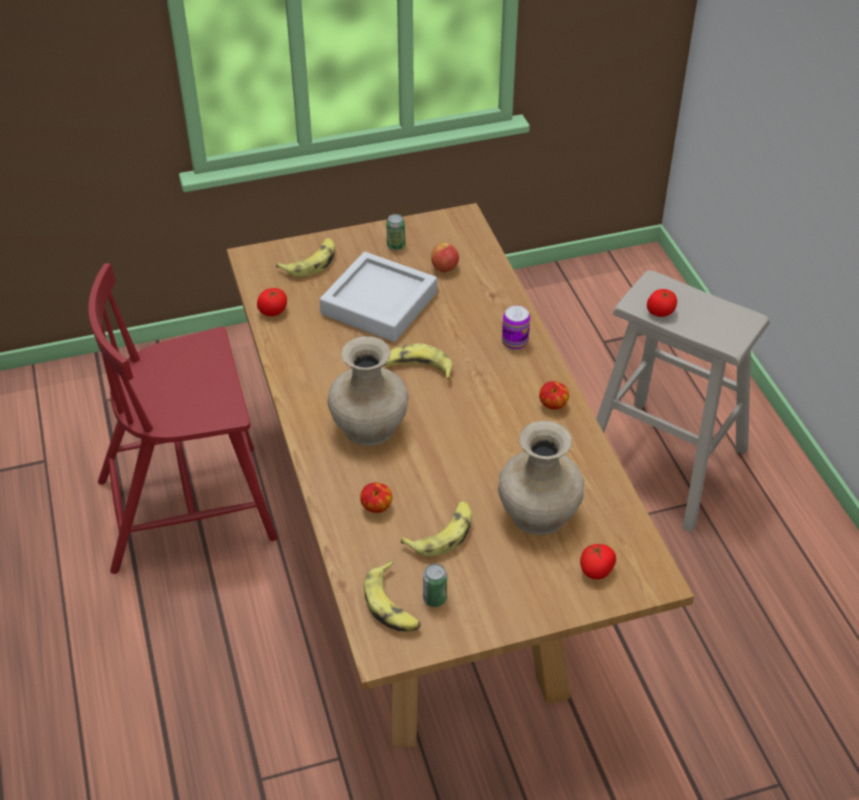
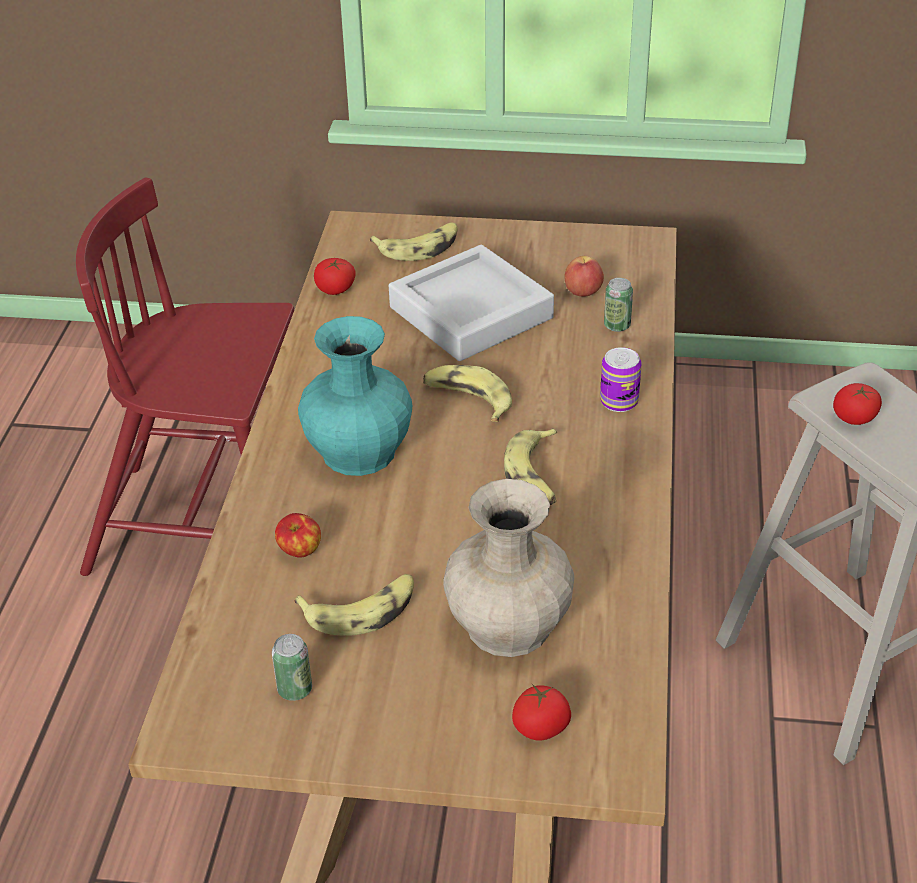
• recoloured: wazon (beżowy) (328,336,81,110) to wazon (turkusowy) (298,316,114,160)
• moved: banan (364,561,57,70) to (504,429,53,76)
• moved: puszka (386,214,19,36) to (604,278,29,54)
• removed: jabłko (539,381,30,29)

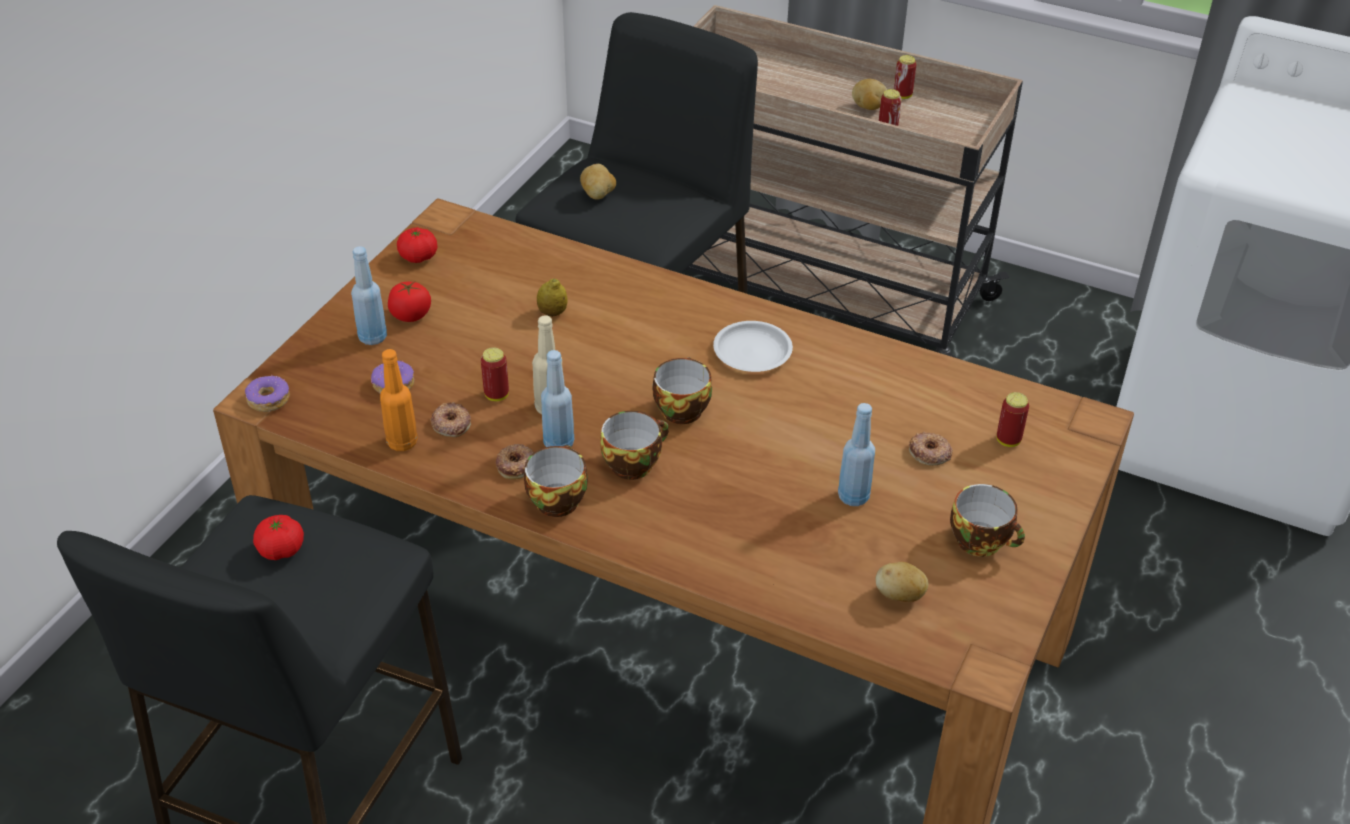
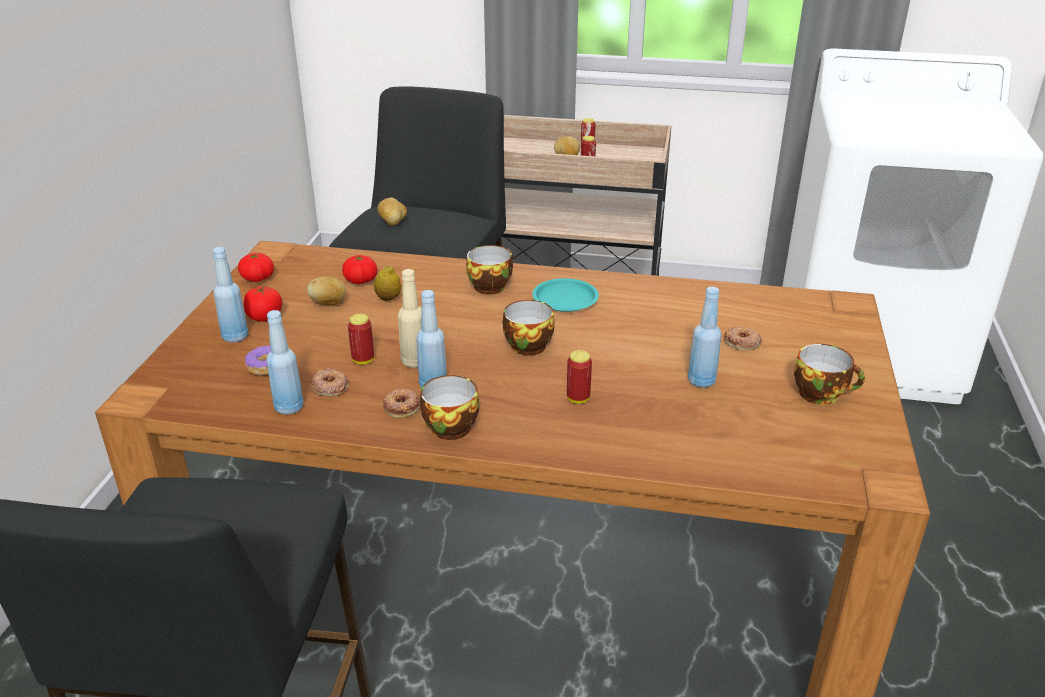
• recoloured: butelka (pomarańczowy) (380,349,38,102) to butelka (niebieski) (266,310,37,105)
• moved: ziemniak (876,562,52,40) to (307,277,39,28)
• moved: pomidor (253,515,51,45) to (342,255,35,29)
• moved: filiżanka (600,411,69,69) to (466,245,47,50)
• recoloured: talerz (biały) (713,321,80,51) to talerz (turkusowy) (532,278,67,34)
• moved: puszka (997,392,32,55) to (567,350,25,54)
• removed: donut (245,374,45,38)

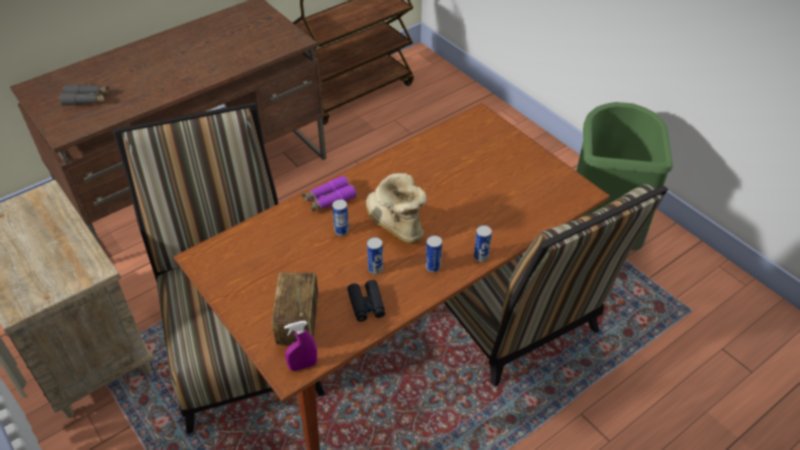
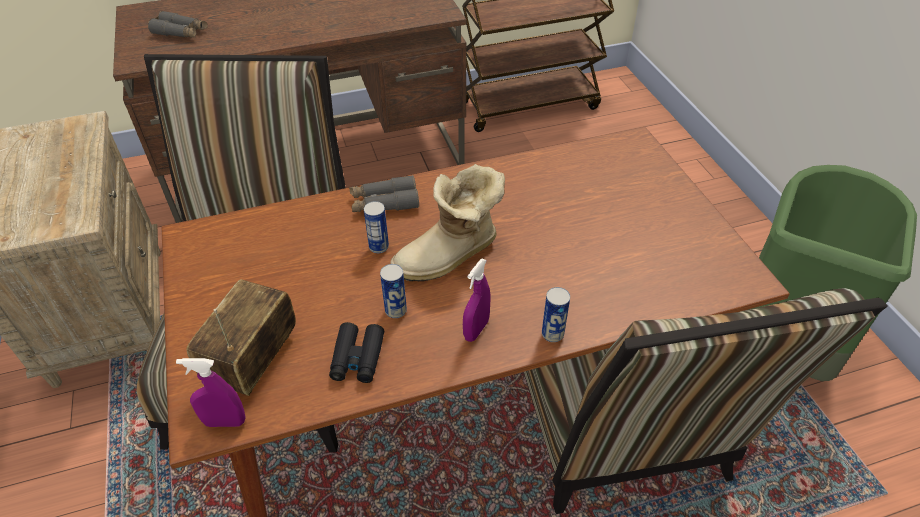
• recoloured: lornetka (fioletowy) (302,175,55,37) to lornetka (szary) (349,175,70,37)
• turned: but z cholewką (366,173,61,70) = (390,164,115,117) 105 degrees counterclockwise
• replaced: puszka (426,235,16,38) to spryskiwacz (fioletowy) (463,259,28,83)

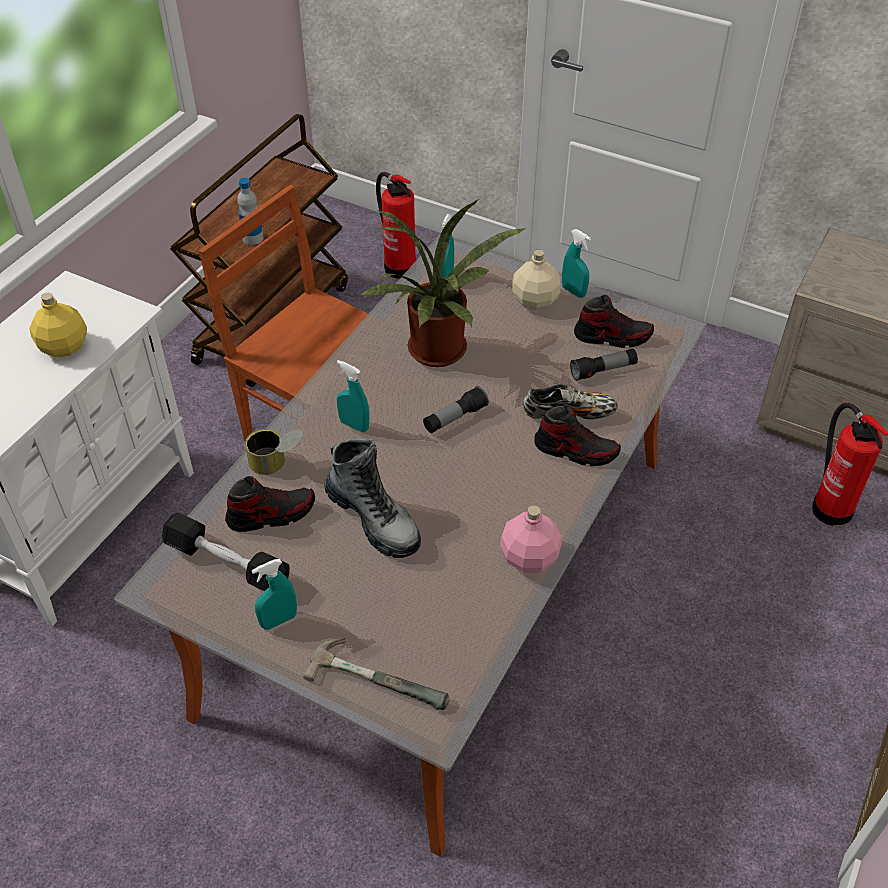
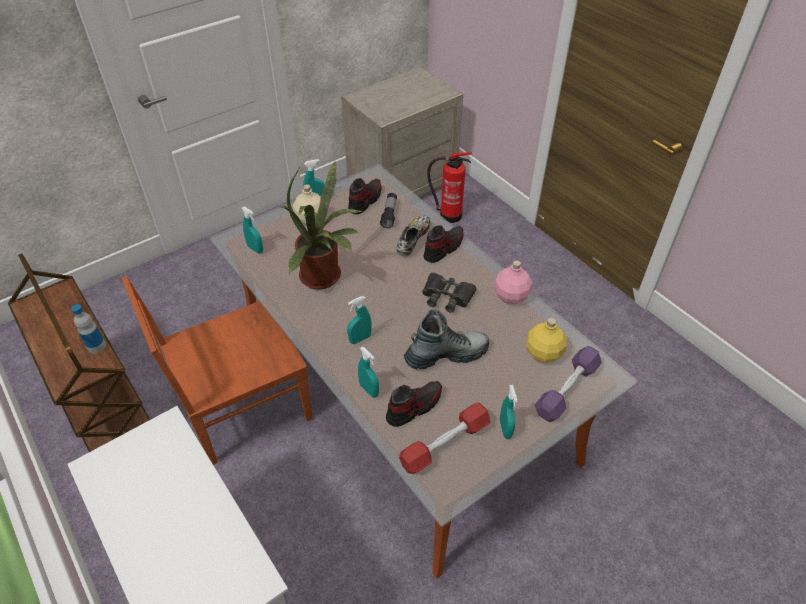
• replaced: puszka (245,429,59,46) to spryskiwacz (turkusowy) (358,347,21,50)
• turned: but (225,476,90,56) = (386,381,56,46) 45 degrees clockwise
• recoloured: hantel (czarny) (162,512,128,79) to hantel (czerwony) (399,402,91,72)
• added: lornetka (czarny) (422,273,54,40)
• moved: butelka (żółty) (29,292,58,65) to (526,318,40,45)
• replaced: młotek (303,638,146,72) to hantel (fioletowy) (535,346,67,76)
• removed: gaśnica (376,172,40,107)
• removed: latarka (423,386,66,47)

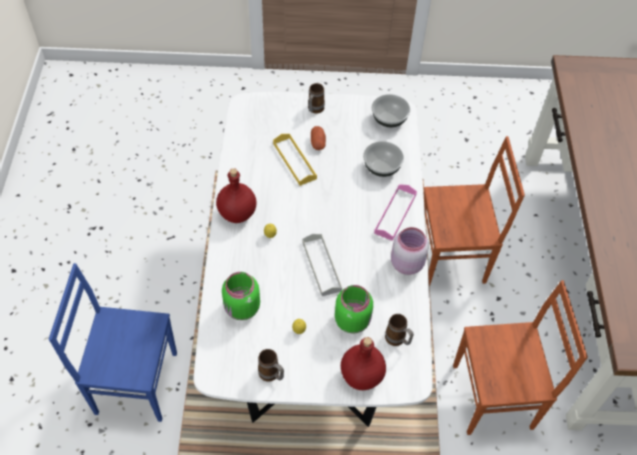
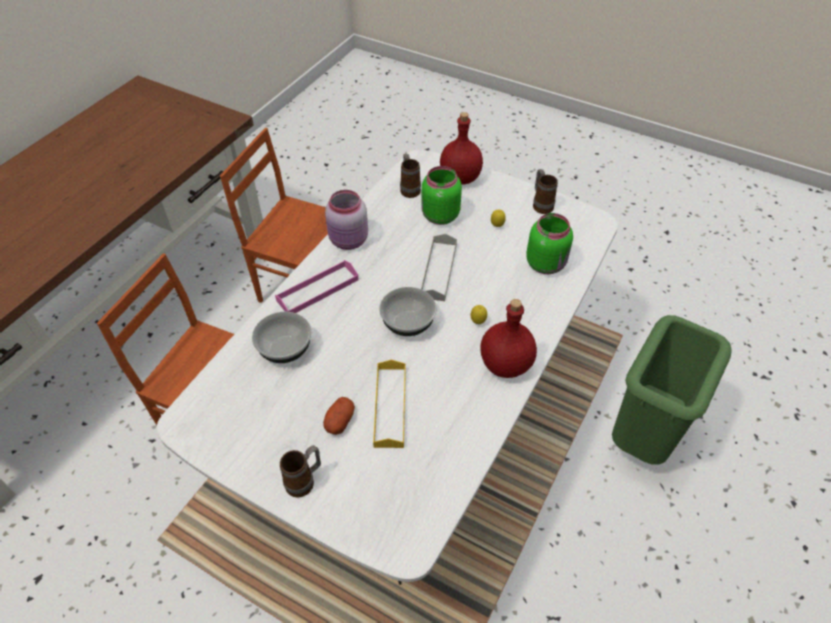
• moved: miska (372,94,38,33) to (379,287,57,49)
• replaced: krzesło (niebieski) (49,263,128,159) to kosz na śmieci (zielony) (612,315,120,150)

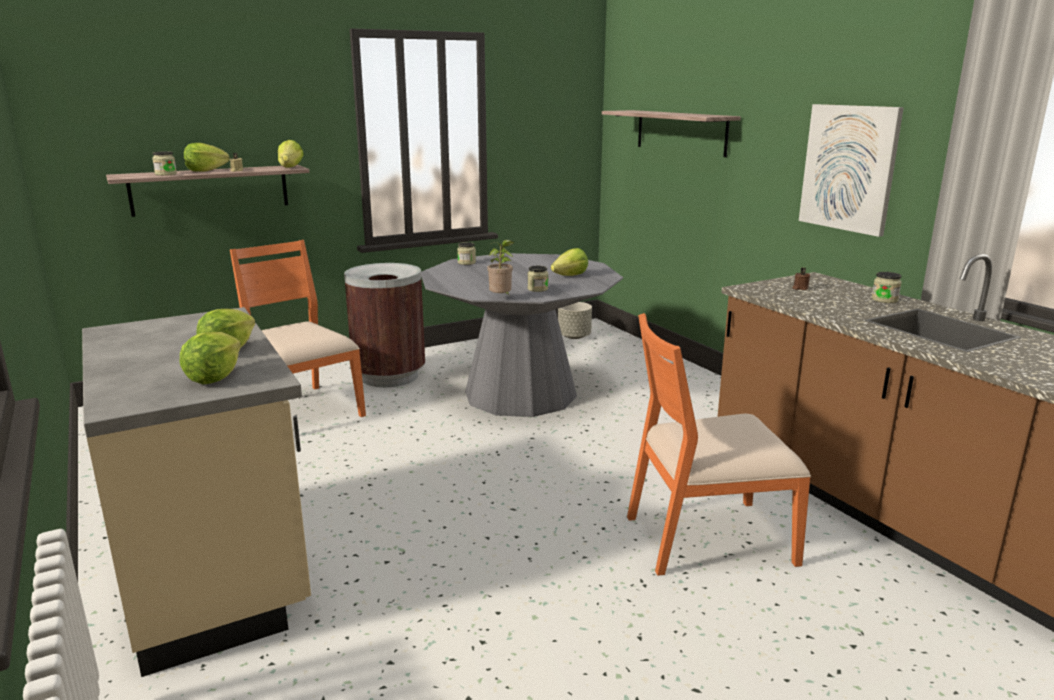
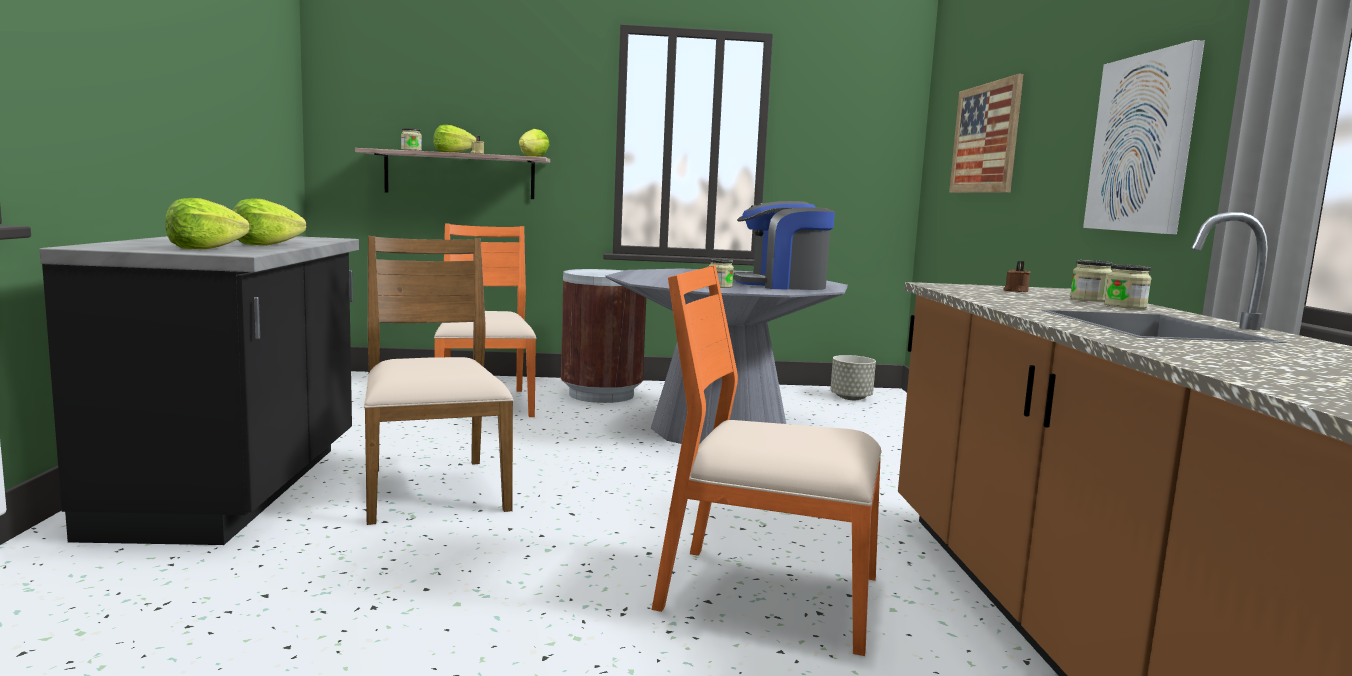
• recoloured: zabudowa kuchenna (beżowy) (82,307,229,370) to zabudowa kuchenna (czarny) (39,236,320,309)
• added: krzesło (brązowy) (364,236,150,289)
• replaced: sałata (551,248,37,28) to ekspres do kawy (733,201,102,89)
• replaced: półka (602,110,139,47) to obraz (949,74,75,119)
• moved: słoik (457,242,19,23) to (1070,260,43,42)
• removed: roślina doniczkowa (487,240,28,54)

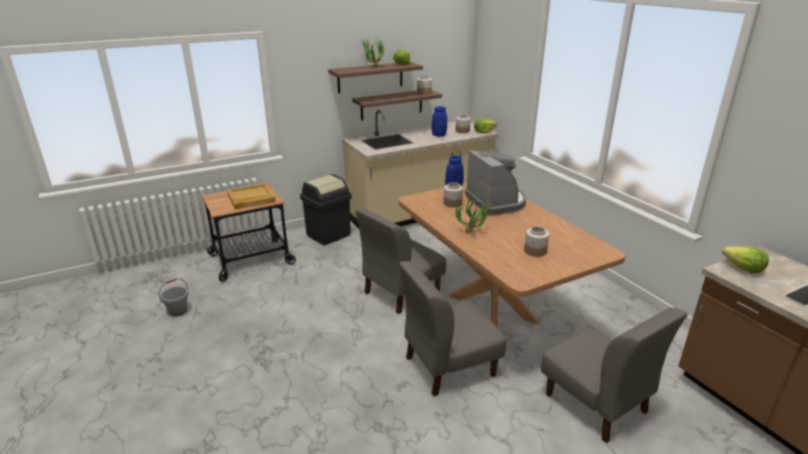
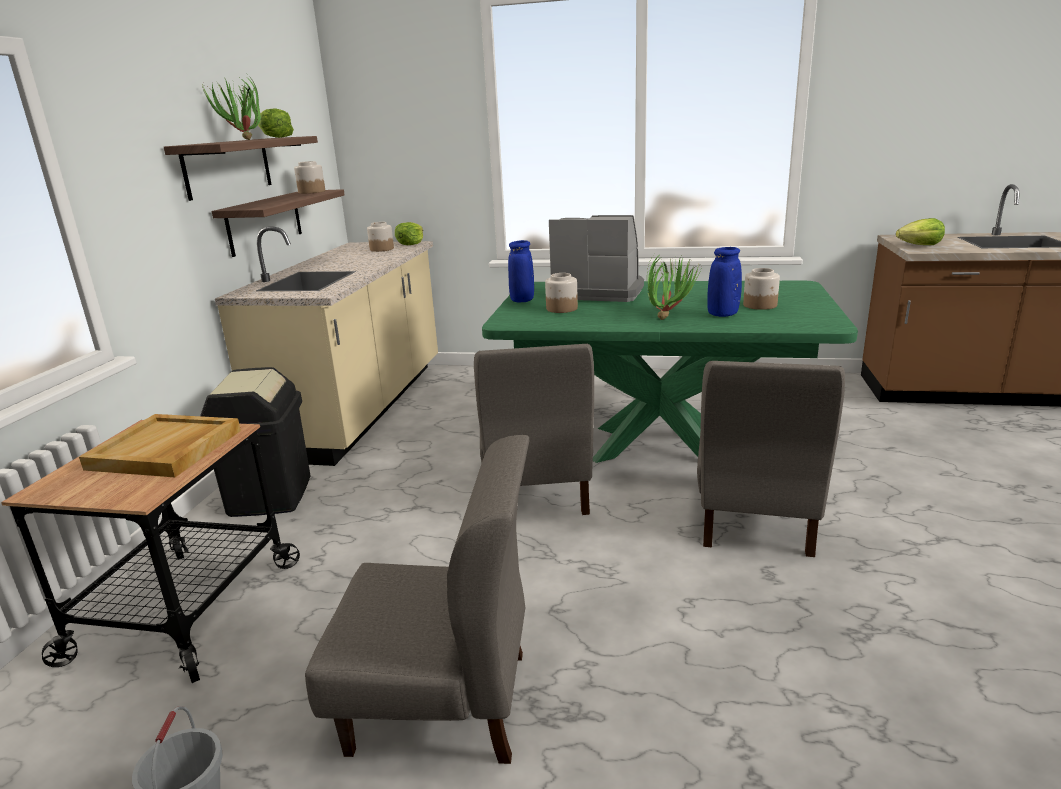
• moved: krzesło (szary) (541,307,147,136) to (305,435,224,329)
• recoloured: stół jadalny (brązowy) (398,183,228,145) to stół jadalny (zielony) (482,281,376,182)
• moved: wazon (niebieski) (432,107,15,30) to (707,247,35,70)

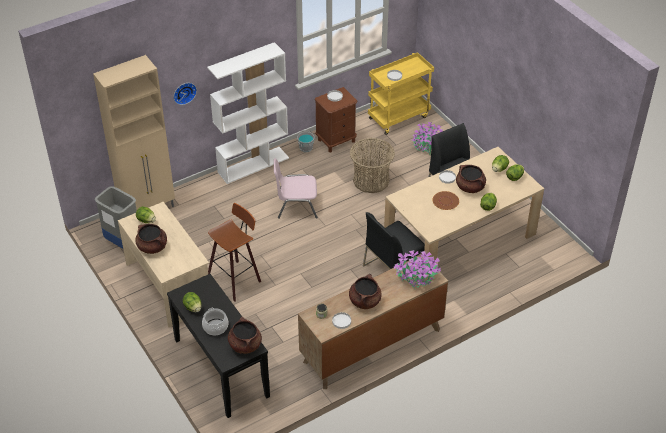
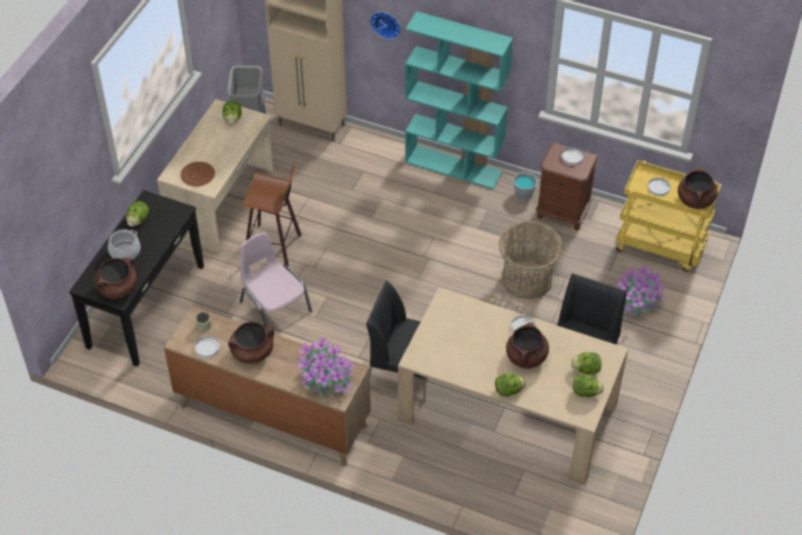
• moved: talerz (brązowy) (432,191,27,19) to (180,162,35,25)
• moved: krzesło (różowy) (274,158,44,61) to (240,232,72,95)
• recoloured: regał (biały) (207,42,82,142) to regał (turkusowy) (405,11,108,178)
• moved: garnek (brązowy) (135,224,32,30) to (678,167,40,42)

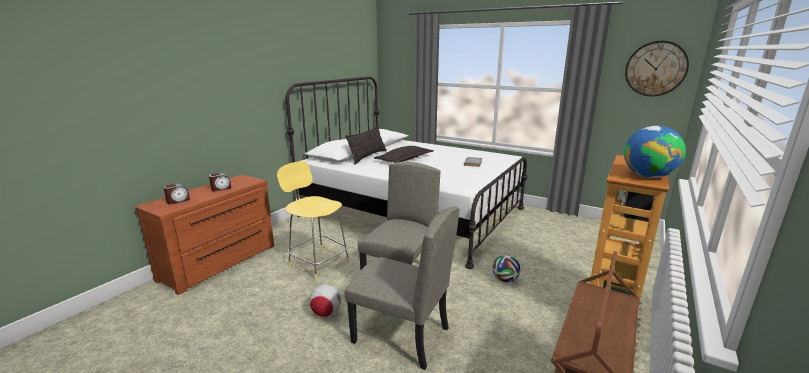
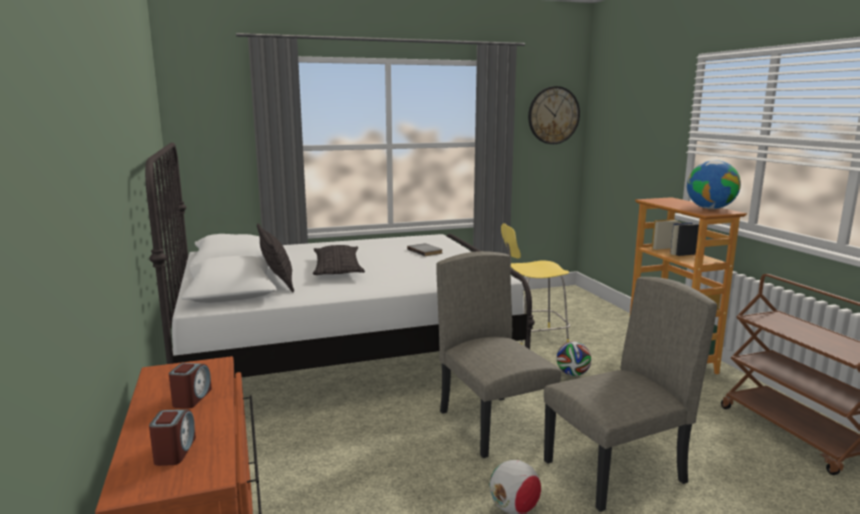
• moved: stołek (żółty) (277,161,72,119) to (501,223,69,121)

